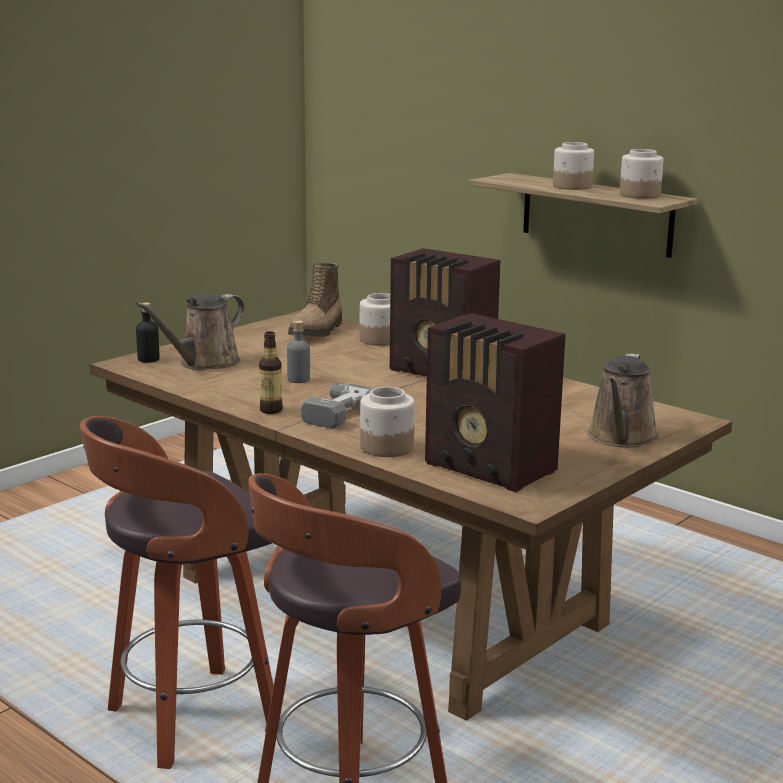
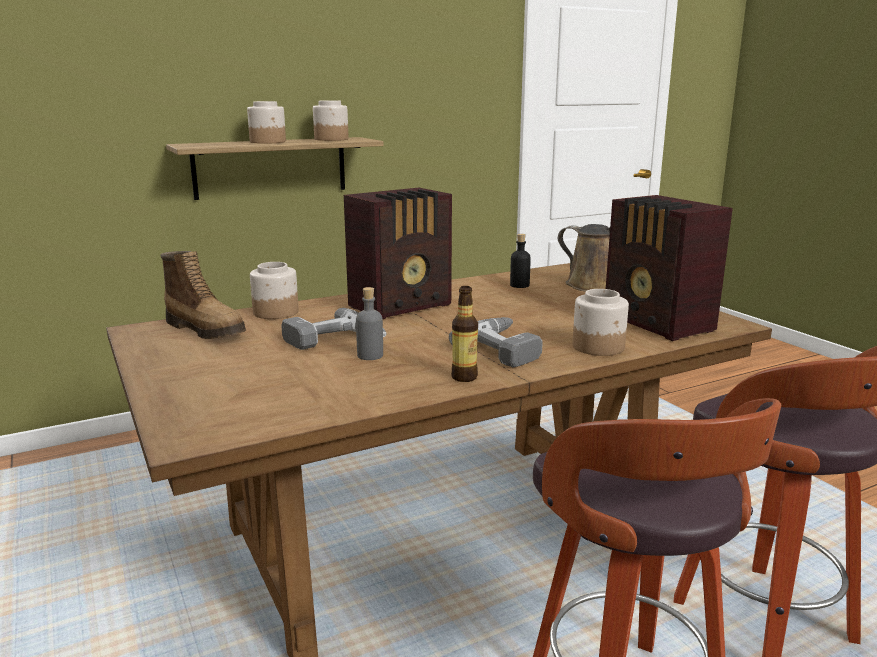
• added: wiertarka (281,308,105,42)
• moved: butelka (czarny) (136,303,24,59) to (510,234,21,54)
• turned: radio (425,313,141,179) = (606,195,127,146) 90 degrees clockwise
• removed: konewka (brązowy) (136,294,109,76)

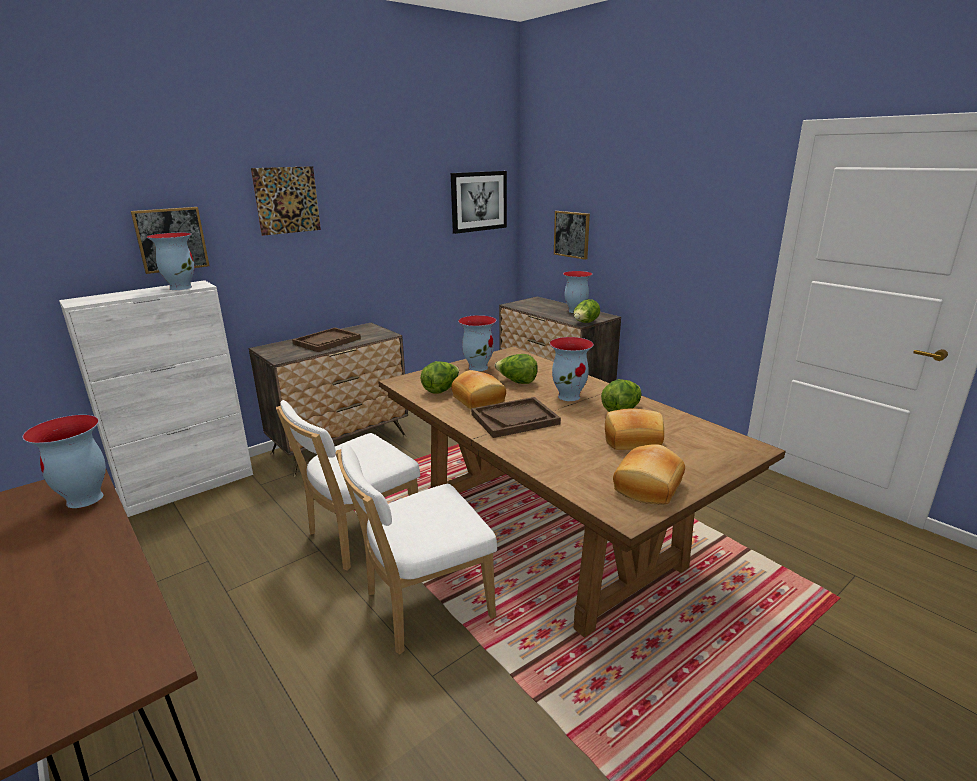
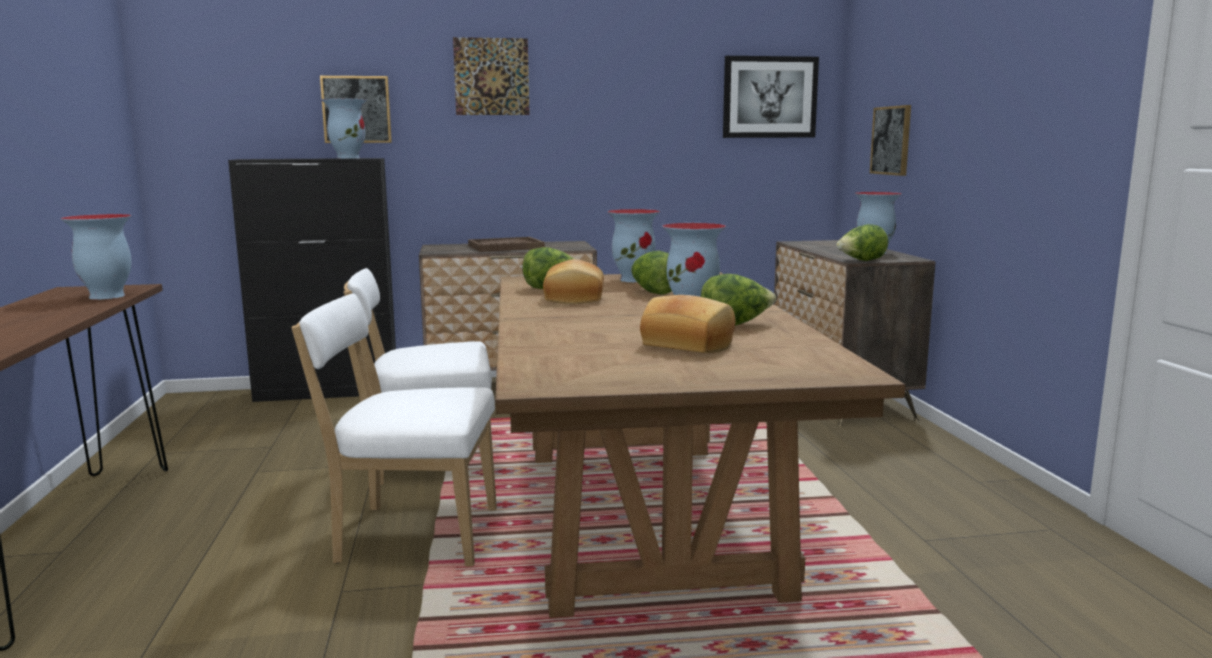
• recoloured: szafka (biały) (59,280,194,237) to szafka (czarny) (228,158,168,244)
• removed: taca (brązowy) (471,397,90,41)
• removed: chleb (613,444,72,60)

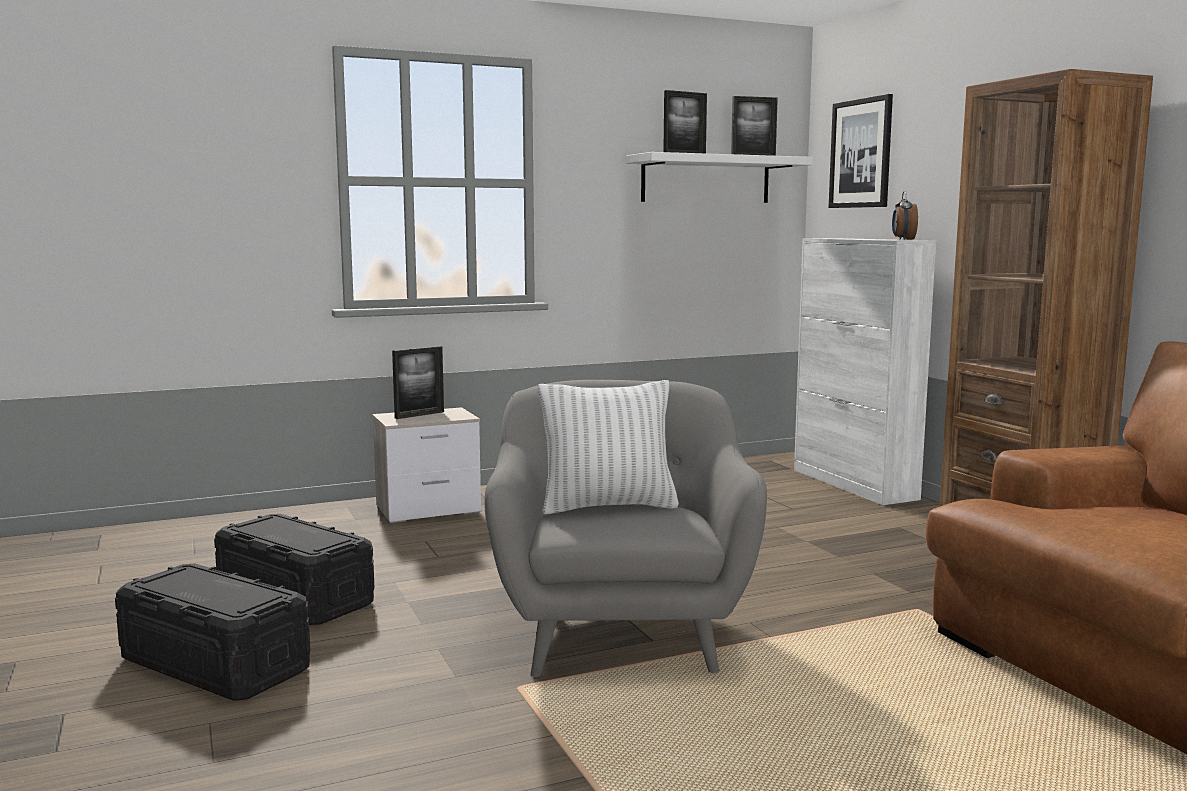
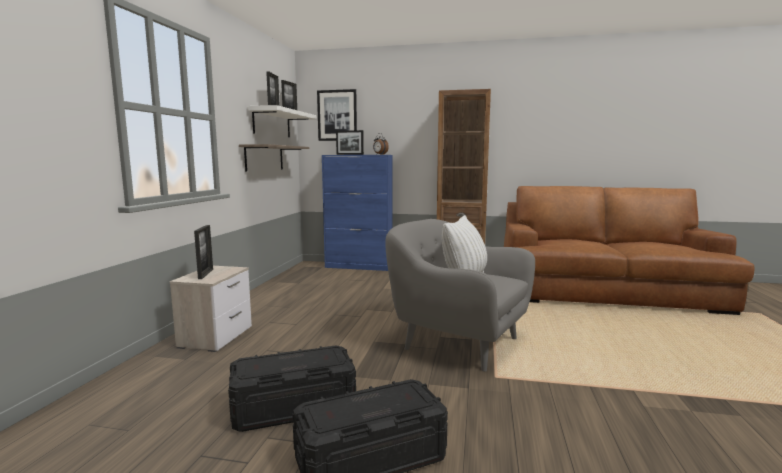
• added: półka (239,144,70,27)
• recoloured: szafka (biały) (794,238,142,267) to szafka (niebieski) (322,155,70,116)
• added: ramka na zdjęcie (336,130,28,25)

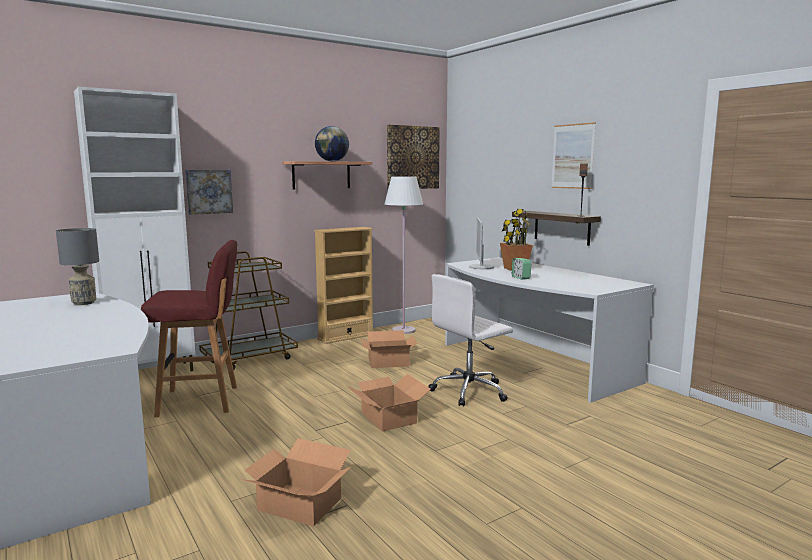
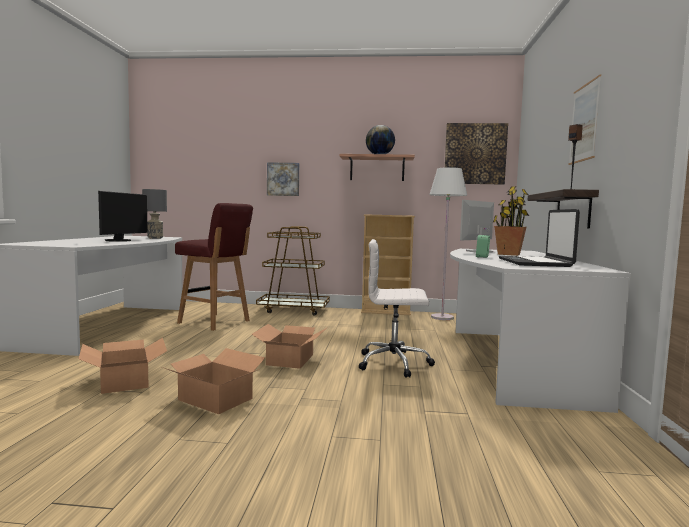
• added: monitor (98,191,50,51)
• moved: karton (361,330,56,38) to (162,348,103,66)
• added: laptop (499,209,81,58)
• removed: szafka (biały) (74,87,121,285)

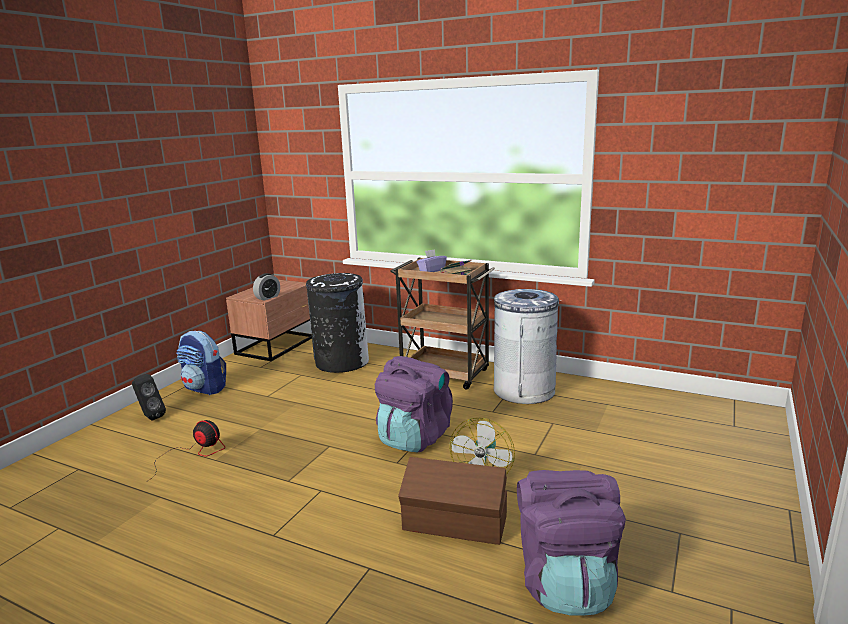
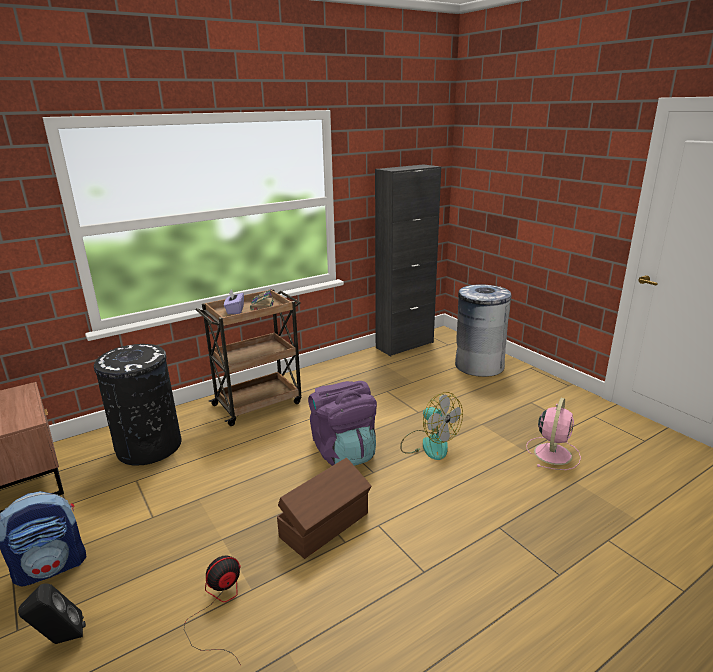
• moved: pojemnik do przechowywania (brązowy) (398,457,109,88) to (277,458,94,101)
• added: szafka (czarny) (375,164,66,192)
• moved: kosz na śmieci (szary) (494,289,68,115) to (455,284,56,93)
• replaced: plecak (fioletowy) (517,470,109,146) to wentylator (różowy) (526,398,55,72)
• removed: budzik (253,273,27,28)

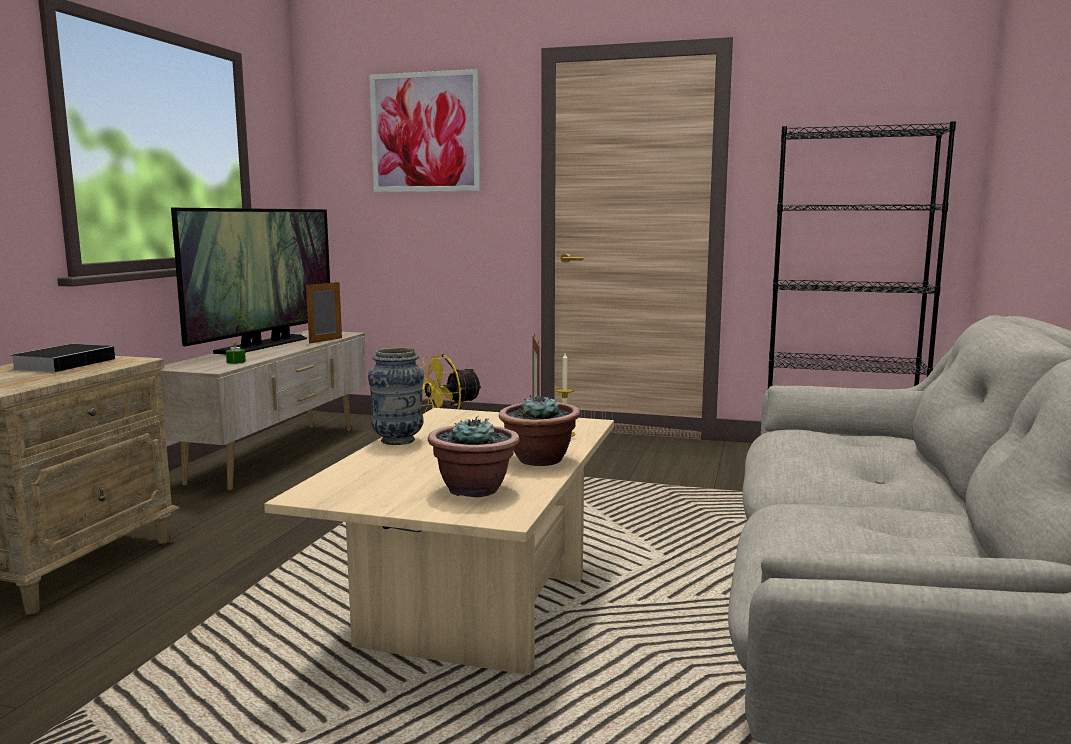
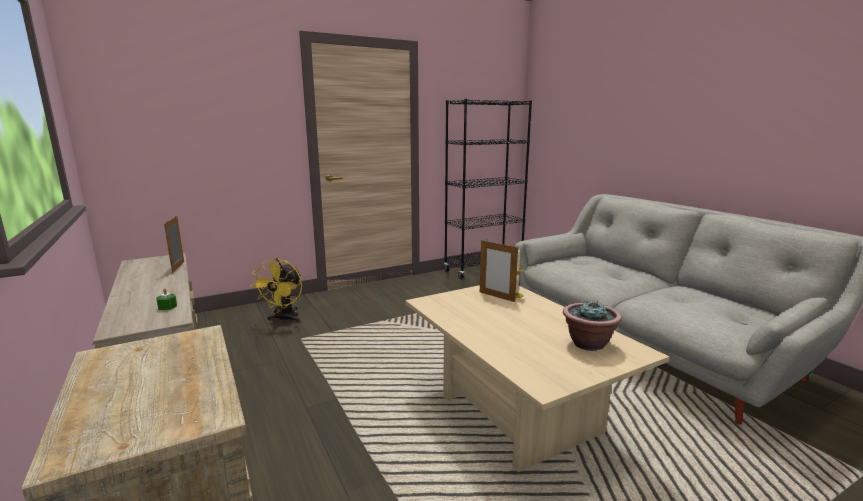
• removed: książka (10,344,113,28)
• removed: telewizor (171,208,159,146)
• removed: wazon (368,347,56,98)
• removed: obraz (369,69,111,123)
• removed: roślina doniczkowa (499,395,81,71)

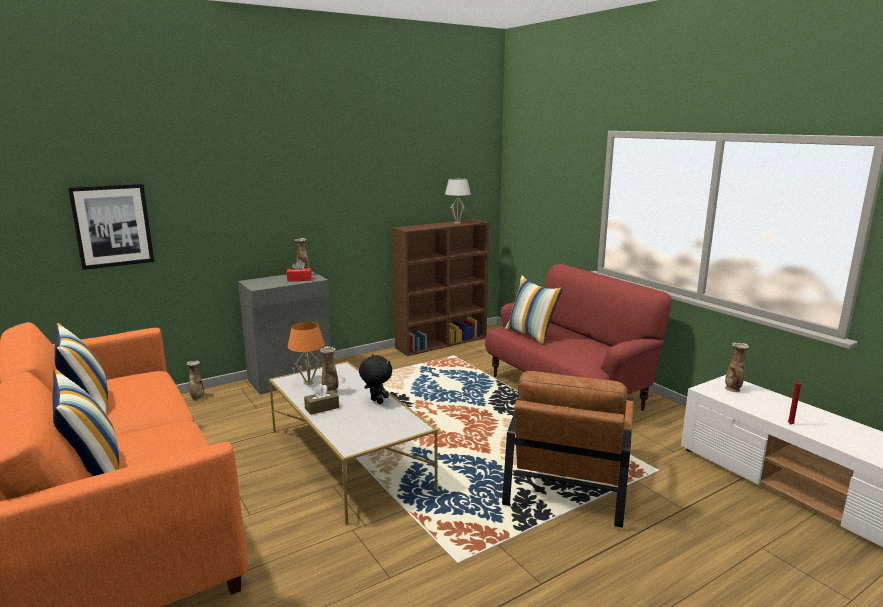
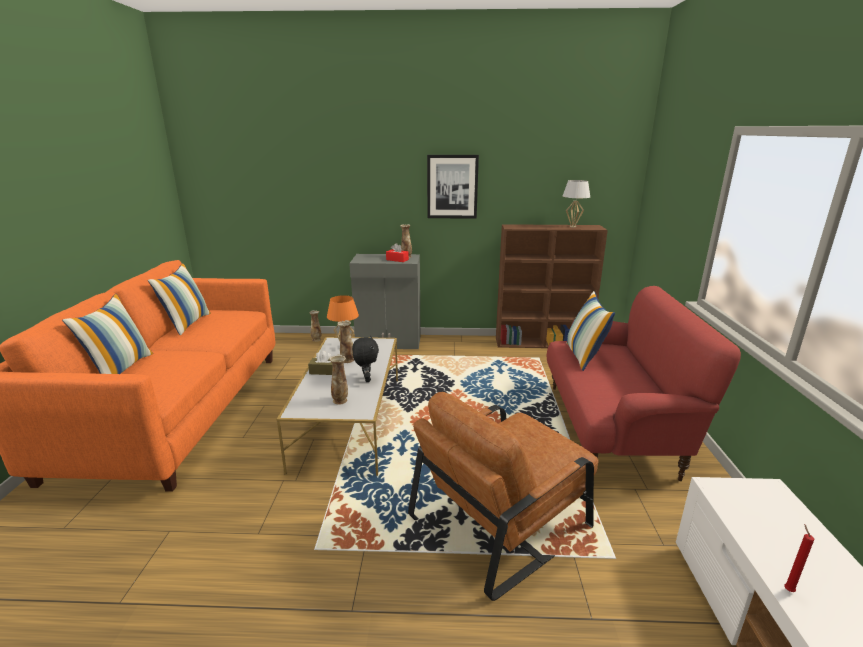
• moved: wazon (725,342,24,50) to (329,355,19,50)
• moved: obraz (68,184,86,86) to (427,155,52,64)

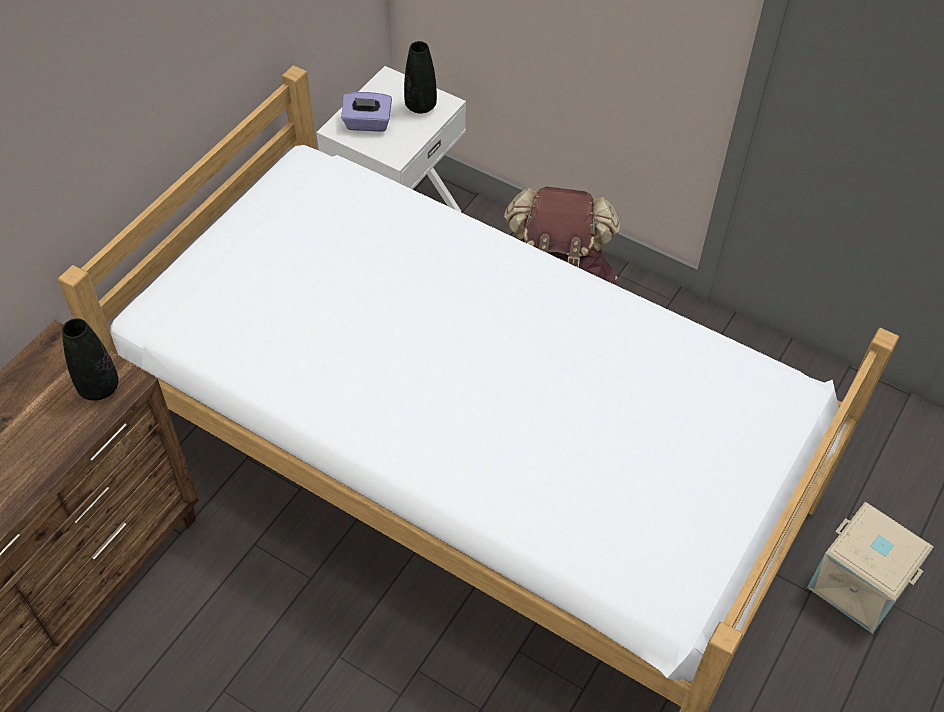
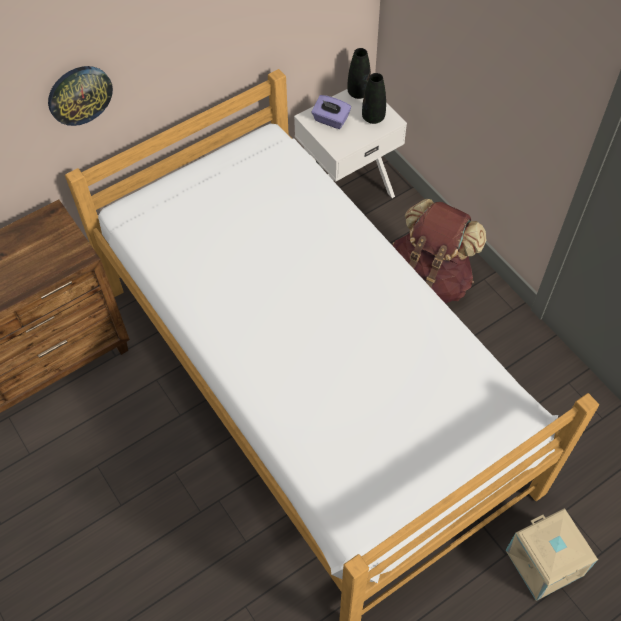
• added: zegar ścienny (48,66,65,60)
• moved: wazon (czarny) (62,318,57,83) to (348,48,23,51)

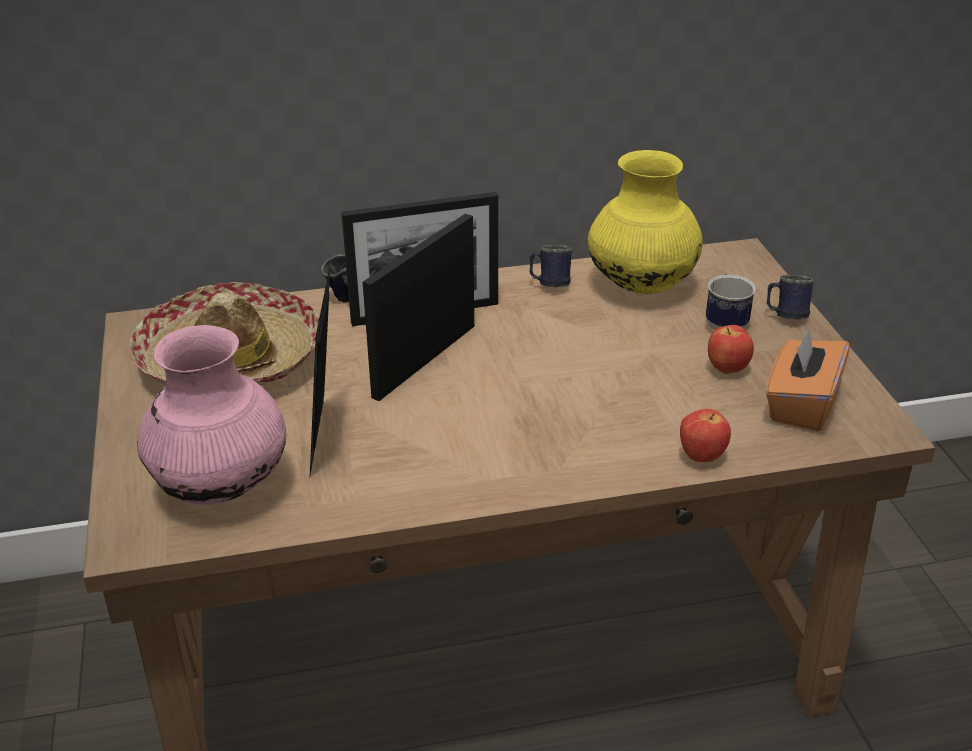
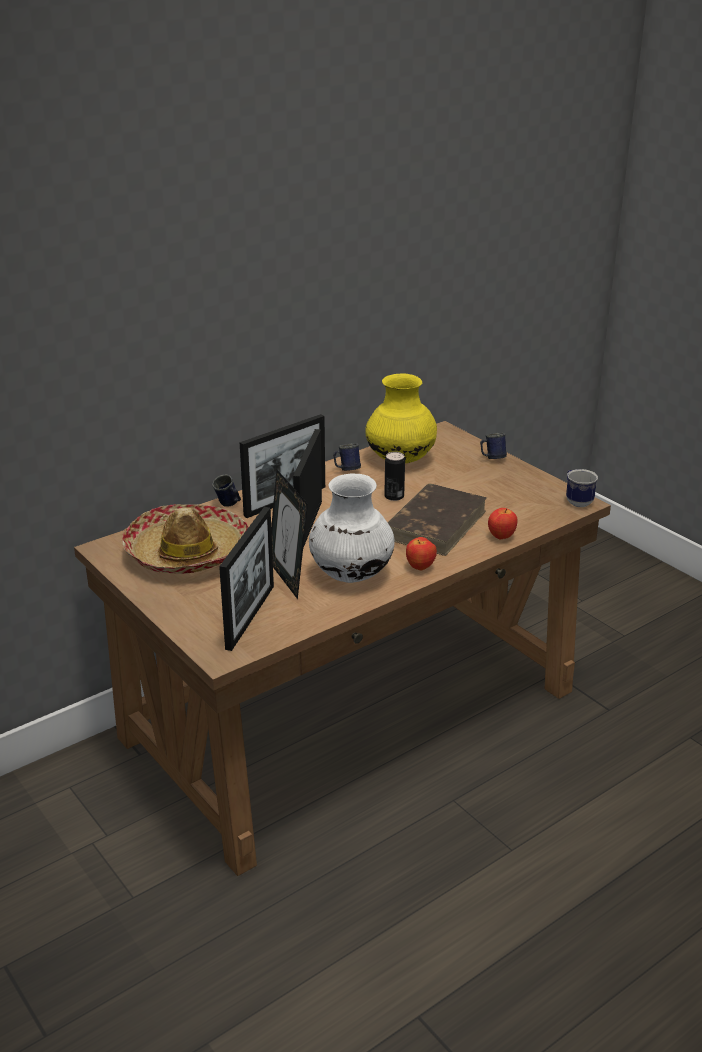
• replaced: wazon (różowy) (137,325,149,181) to ramka na zdjęcie (219,507,55,144)
• added: wazon (biały) (309,473,85,110)
• added: puszka (384,452,21,49)
• added: książka (brązowy) (387,484,100,72)
• moved: jabłko (708,325,46,49) to (406,537,31,34)
• moved: kubek (706,274,50,56) to (566,469,32,38)
• removed: pudełko chusteczek (pomarańczowy) (766,327,83,105)

